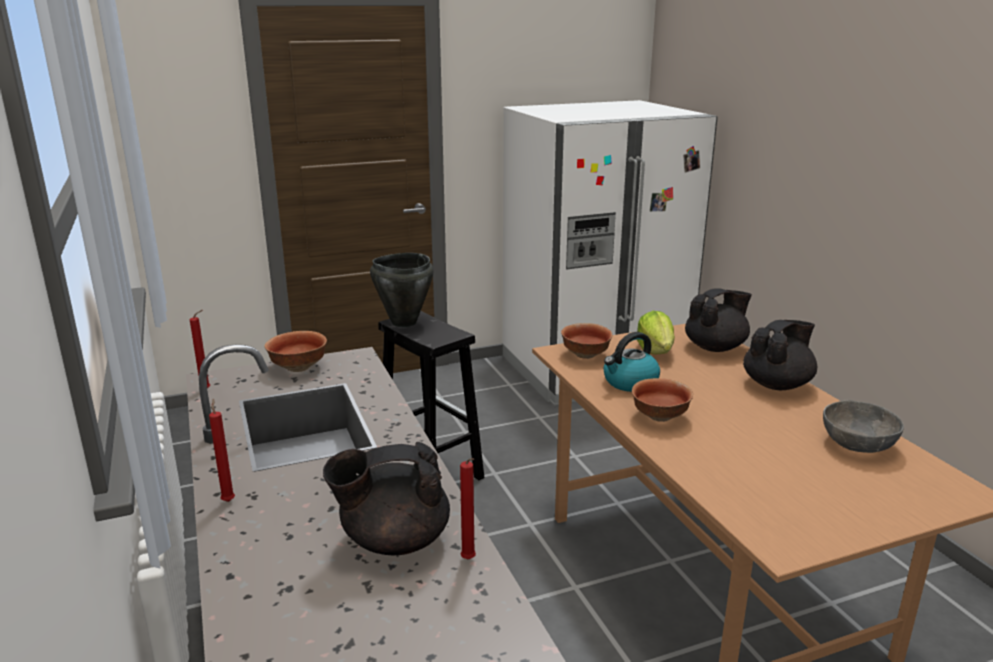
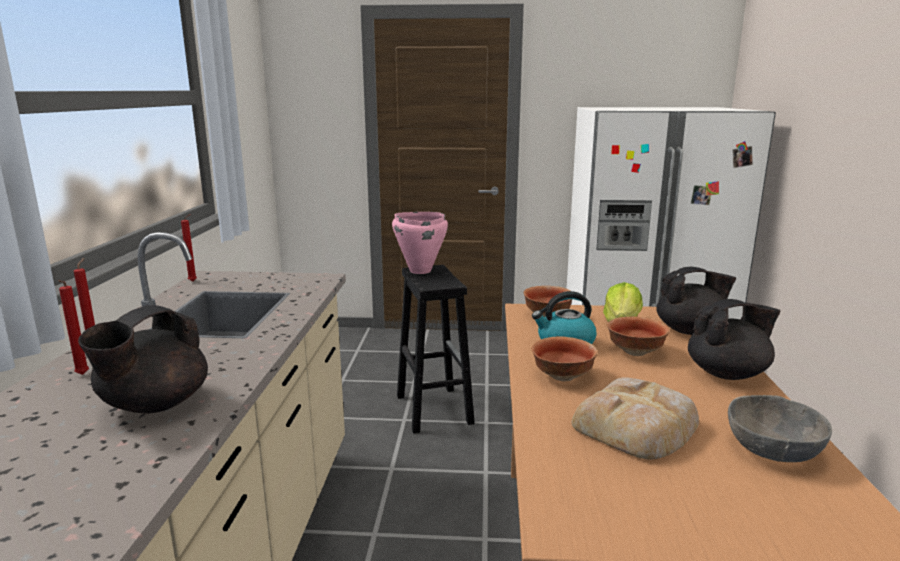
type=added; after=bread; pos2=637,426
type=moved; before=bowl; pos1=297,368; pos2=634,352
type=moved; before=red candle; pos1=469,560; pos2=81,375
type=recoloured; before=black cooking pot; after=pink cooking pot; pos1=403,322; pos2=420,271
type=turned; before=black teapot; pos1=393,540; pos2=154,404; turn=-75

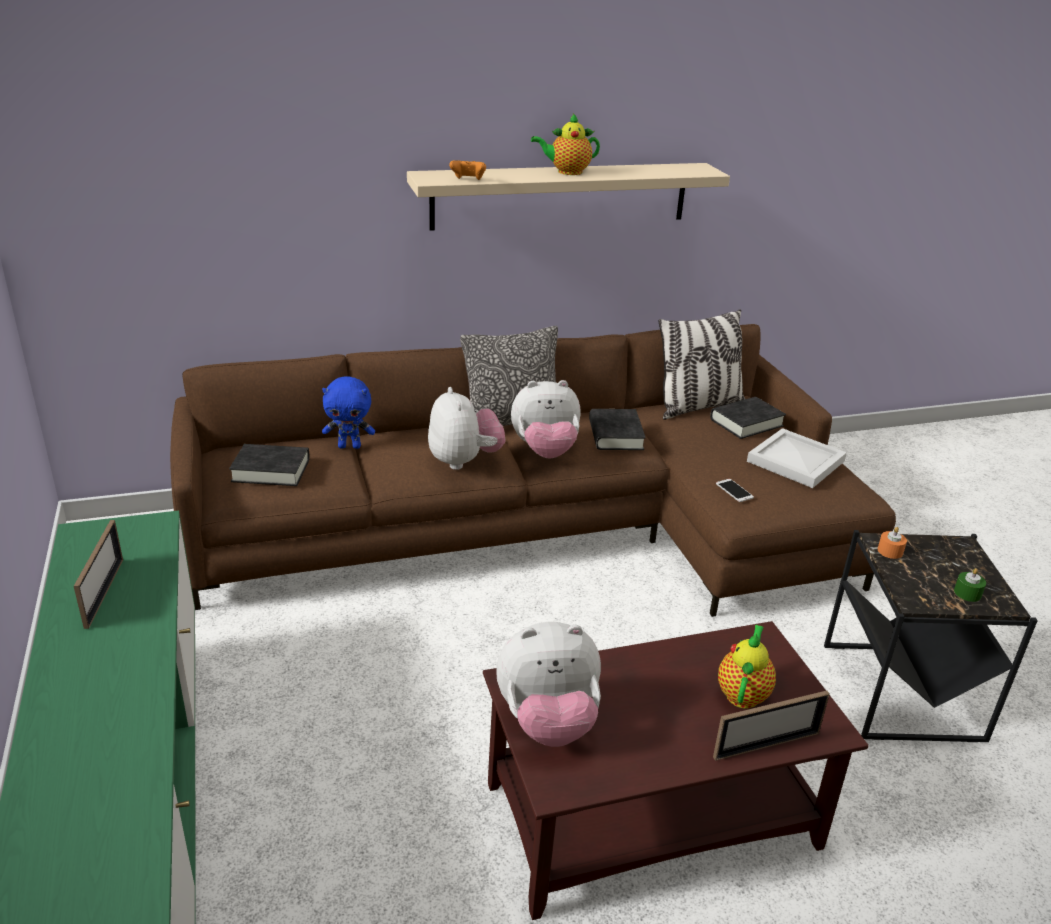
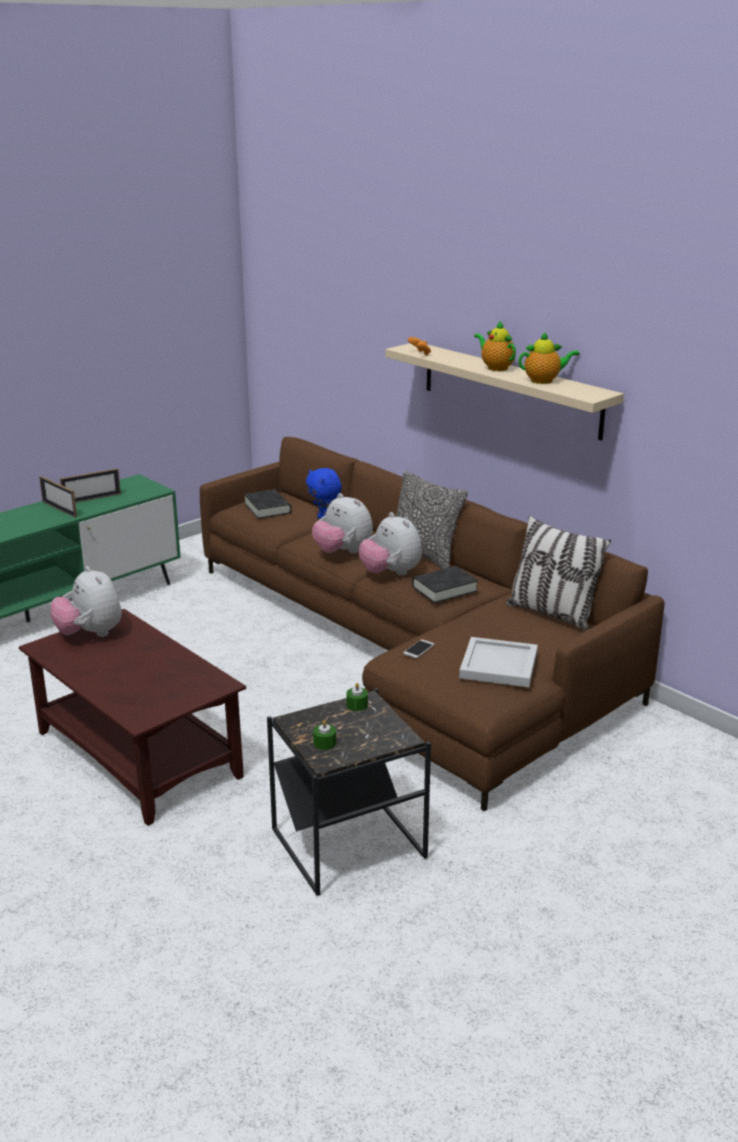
type=removed; before=black book; pos1=746,422
type=moved; before=picture frame; pos1=766,745; pos2=59,509
type=moved; before=teapot; pos1=743,693; pos2=544,381
type=recoloured; before=orange candle; after=green candle; pos1=890,551; pos2=357,705
type=turned; before=plush toy; pos1=464,461; pos2=343,552; turn=90

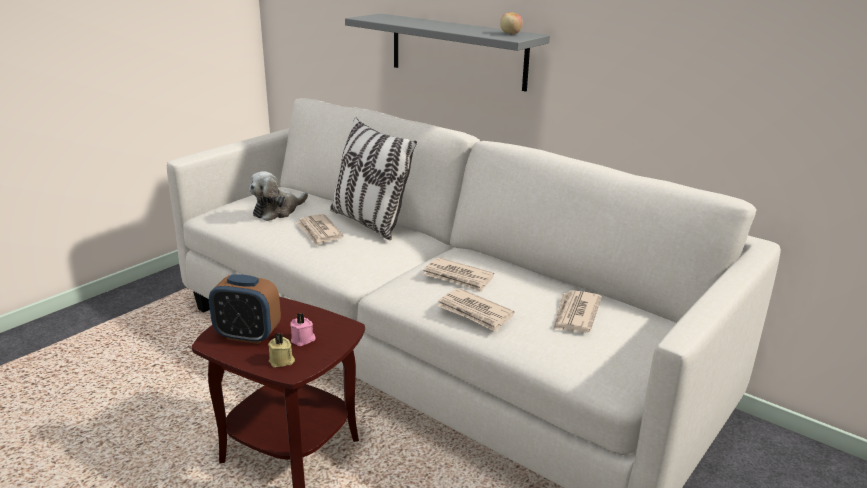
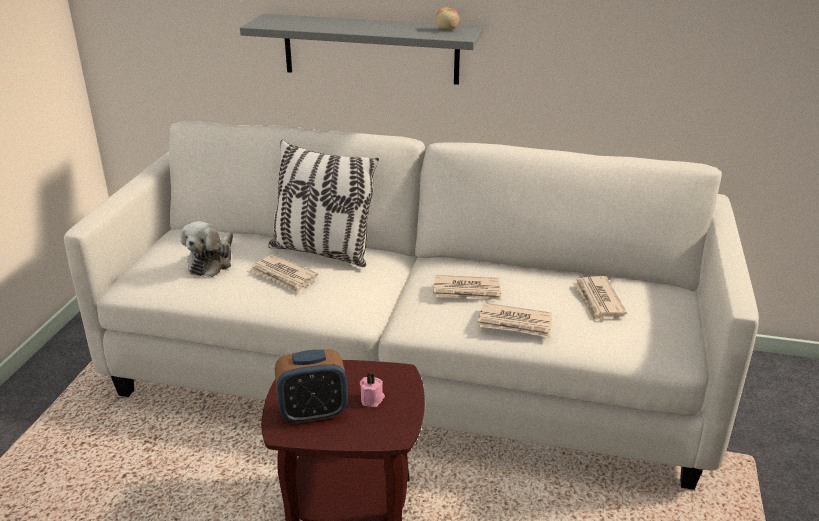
type=removed; before=beige candle; pos1=282,361

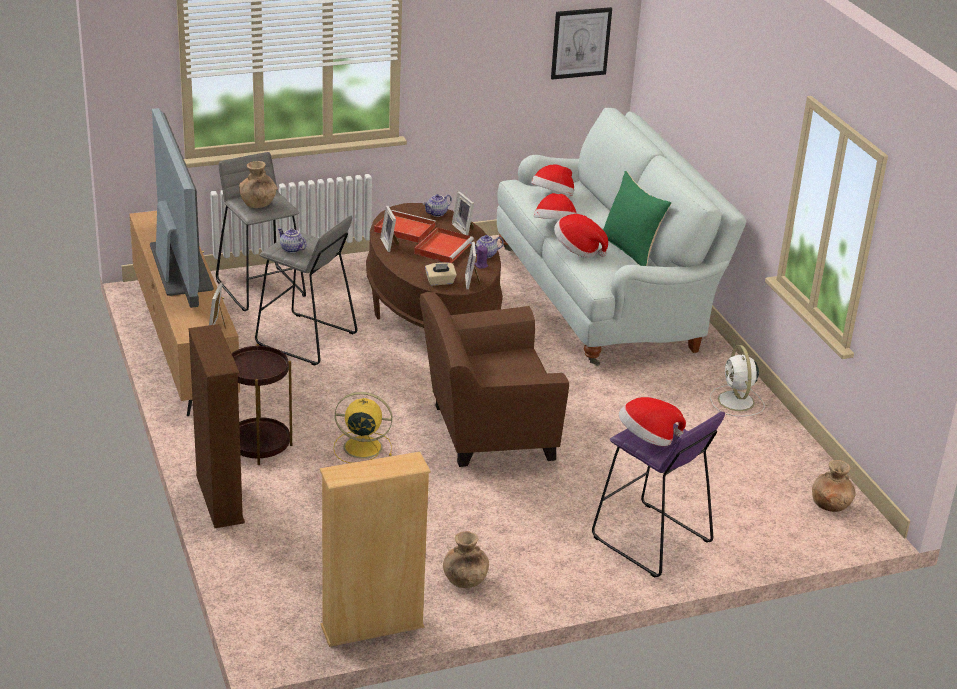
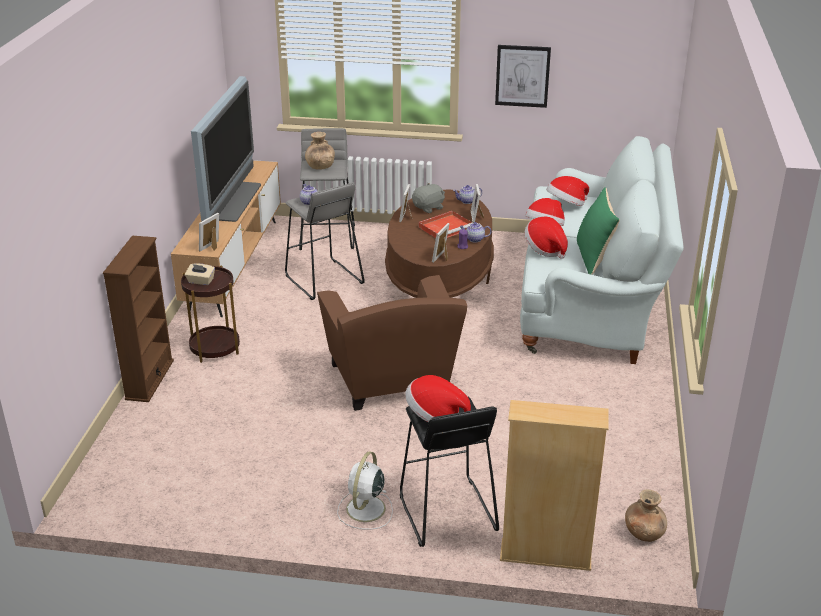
type=removed; before=yellow fan; pos1=361,447
type=removed; before=brown vase; pos1=465,580
type=moved; before=beige bookcase; pos1=372,627; pos2=545,555
type=moved; before=beige tissue box; pos1=440,282; pos2=200,281
type=moved; before=picture; pos1=580,43; pos2=522,76
type=moved; before=white fan; pos1=736,402; pos2=365,510
type=replaced; before=red tray; after=grey plush toy; pos1=403,229; pos2=429,208
type=recoloured; before=purple stool; after=black stool; pos1=651,540; pos2=446,513
type=turned; before=brown armchair; pos1=485,431; pos2=392,382; turn=-120

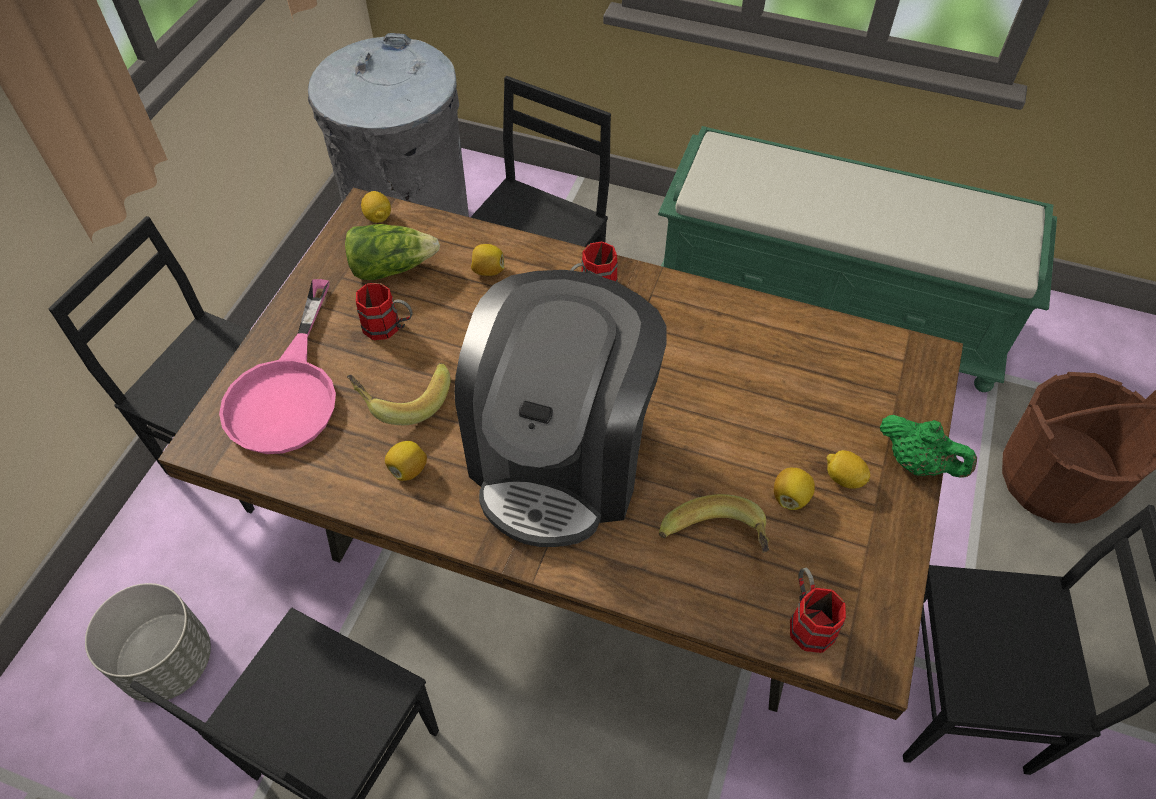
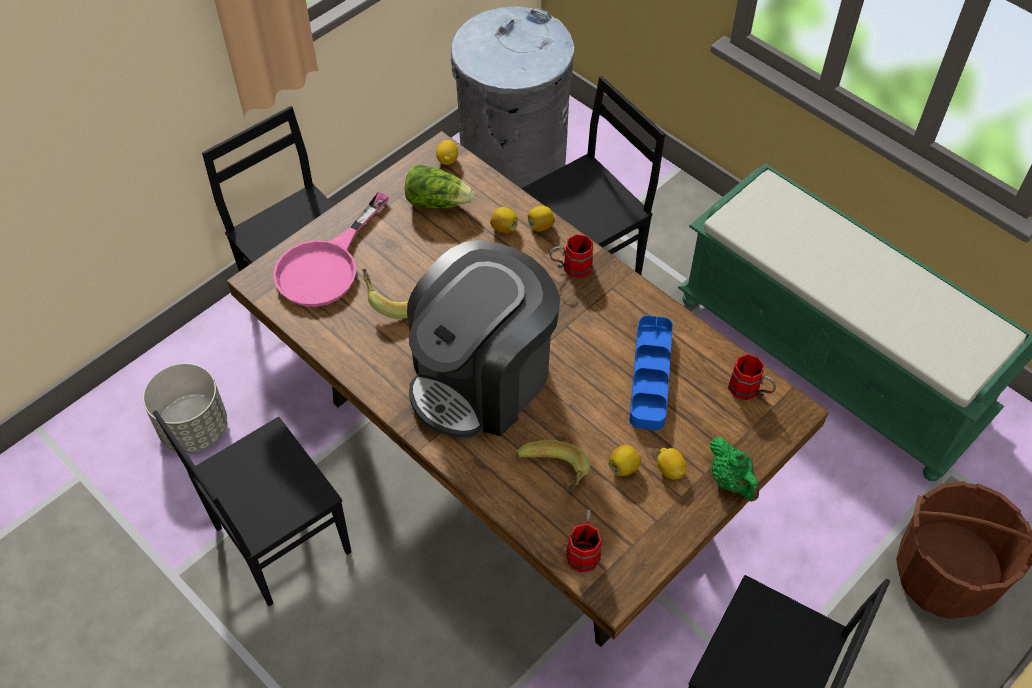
type=added; after=blue tray; pos2=650,376
type=moved; before=red mug; pos1=389,328; pos2=750,391
type=moved; before=lemon; pos1=408,469; pos2=540,226

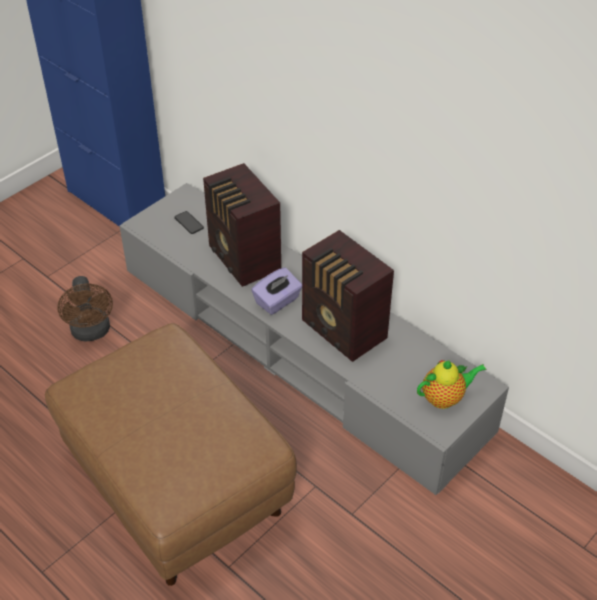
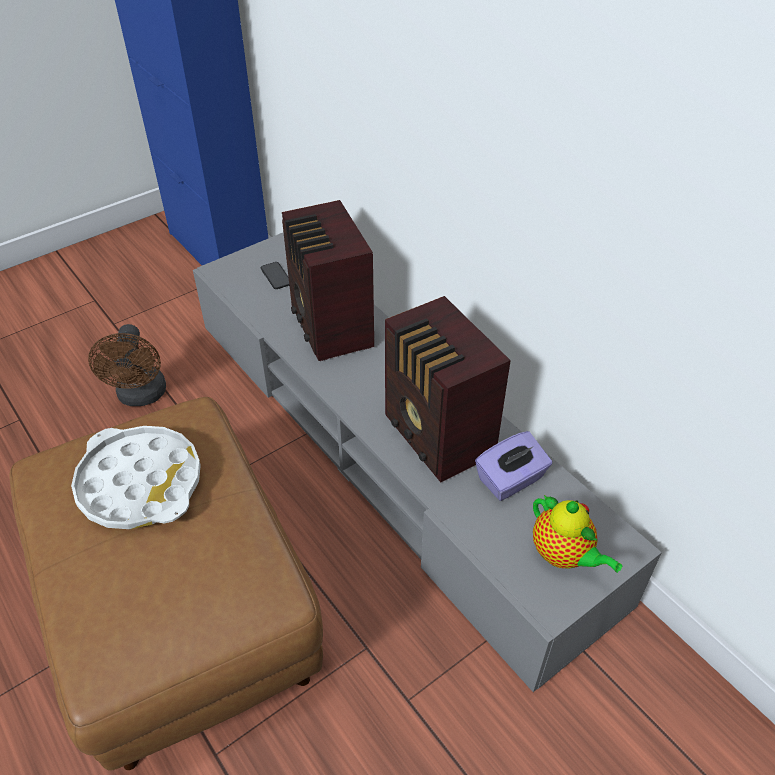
type=added; after=white tray; pos2=140,484
type=moved; before=purple tissue box; pos1=277,301; pos2=511,480
type=turned; before=teapot; pos1=445,398; pos2=563,555; turn=60

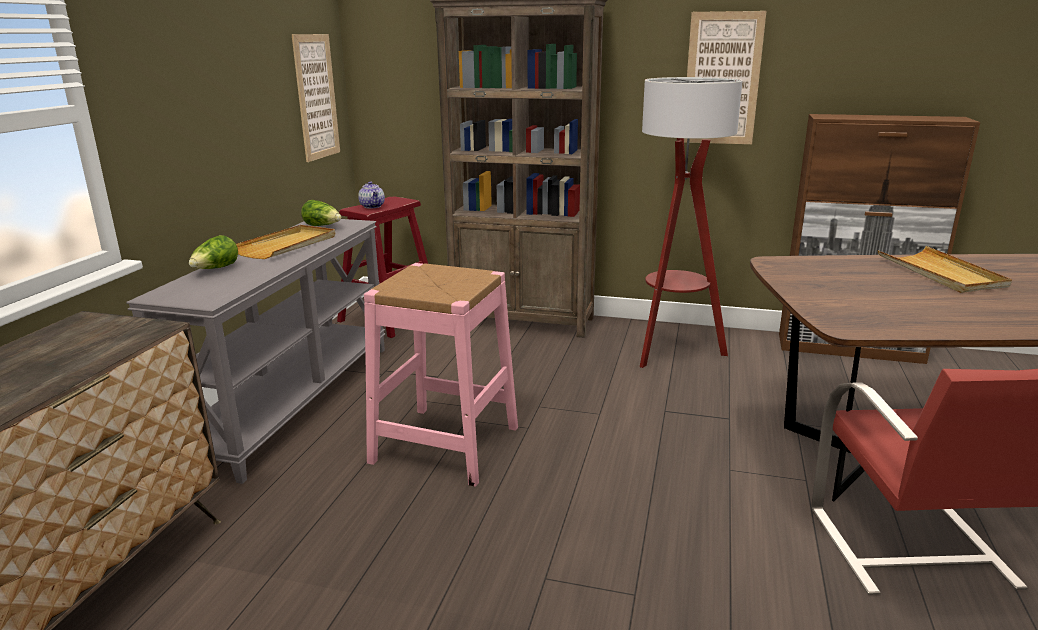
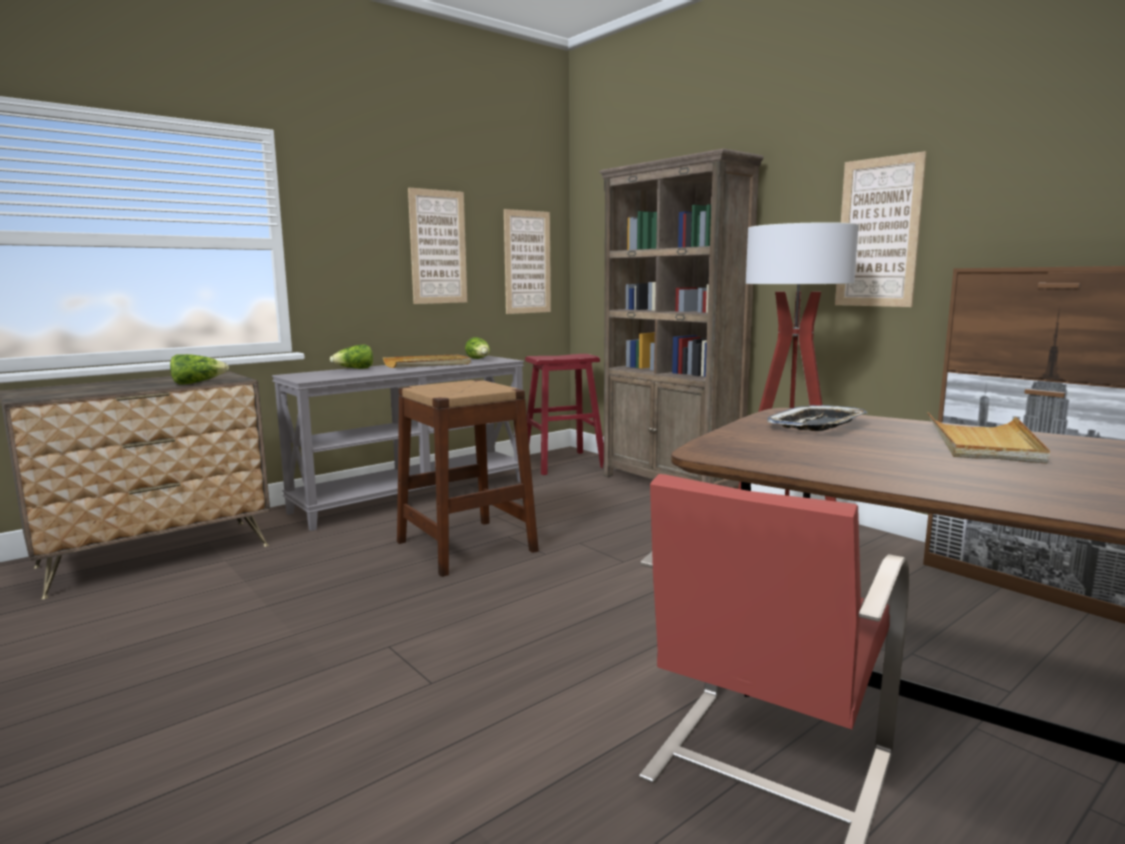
type=removed; before=teapot; pos1=372,206
type=added; after=lettuce; pos2=198,383
type=added; after=picture; pos2=438,247
type=added; after=tray; pos2=817,425
type=recoloured; before=pink stool; after=brown stool; pos1=445,444; pos2=466,546

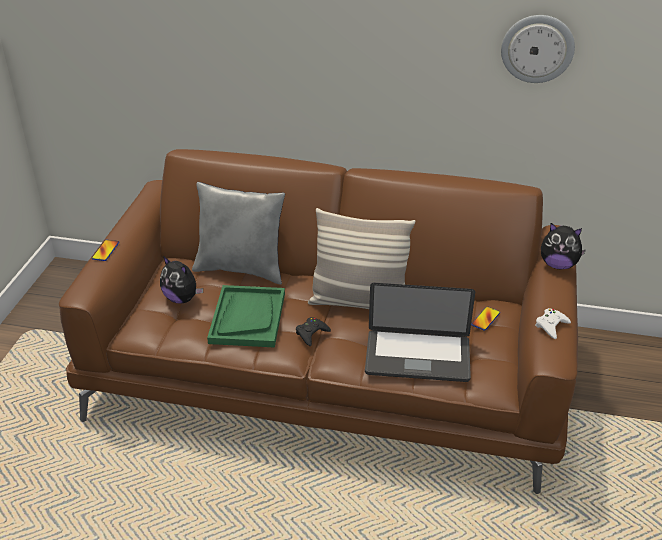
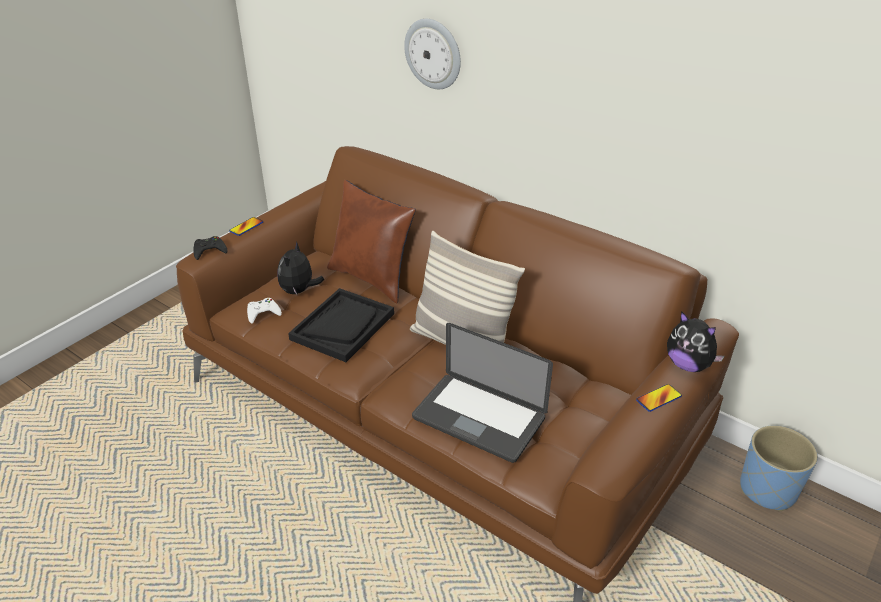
type=added; after=blue planter; pos2=768,489
type=moved; before=black game controller; pos1=311,333; pos2=209,251
type=moved; before=phone; pos1=485,319; pos2=658,398
type=moved; before=wall clock; pos1=537,48; pos2=433,54
type=moved; before=white game controller; pos1=551,326; pos2=263,313
type=recoloured; before=grey pillow; after=brown pillow; pos1=242,268; pos2=373,278
type=recoloured; before=green tray; after=black tray; pos1=247,318; pos2=342,326
type=turned; before=plush toy; pos1=182,298; pos2=299,291; turn=45

